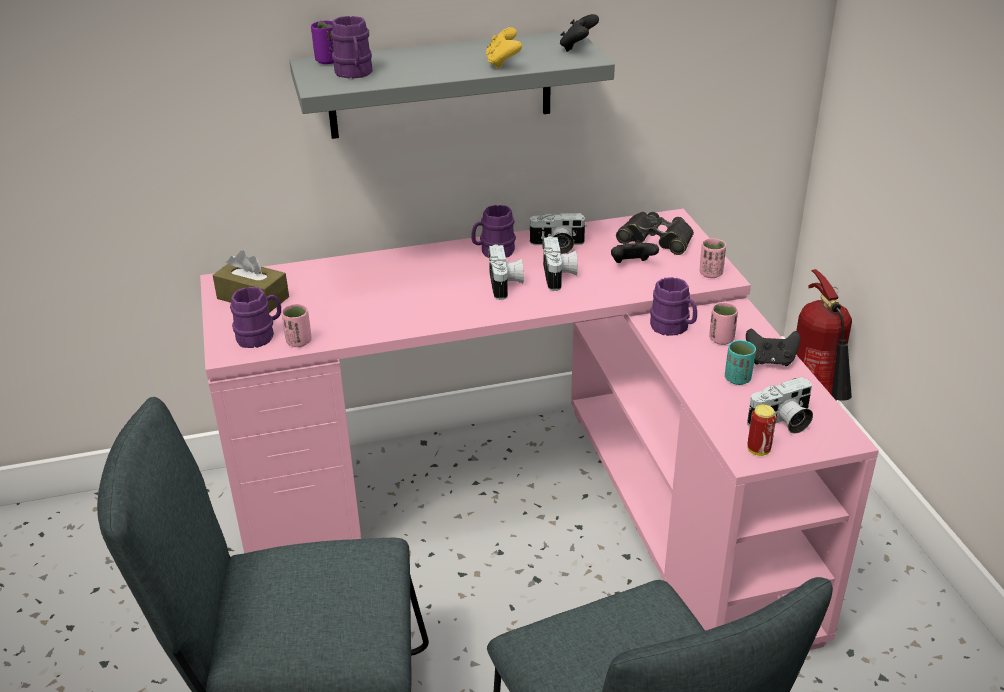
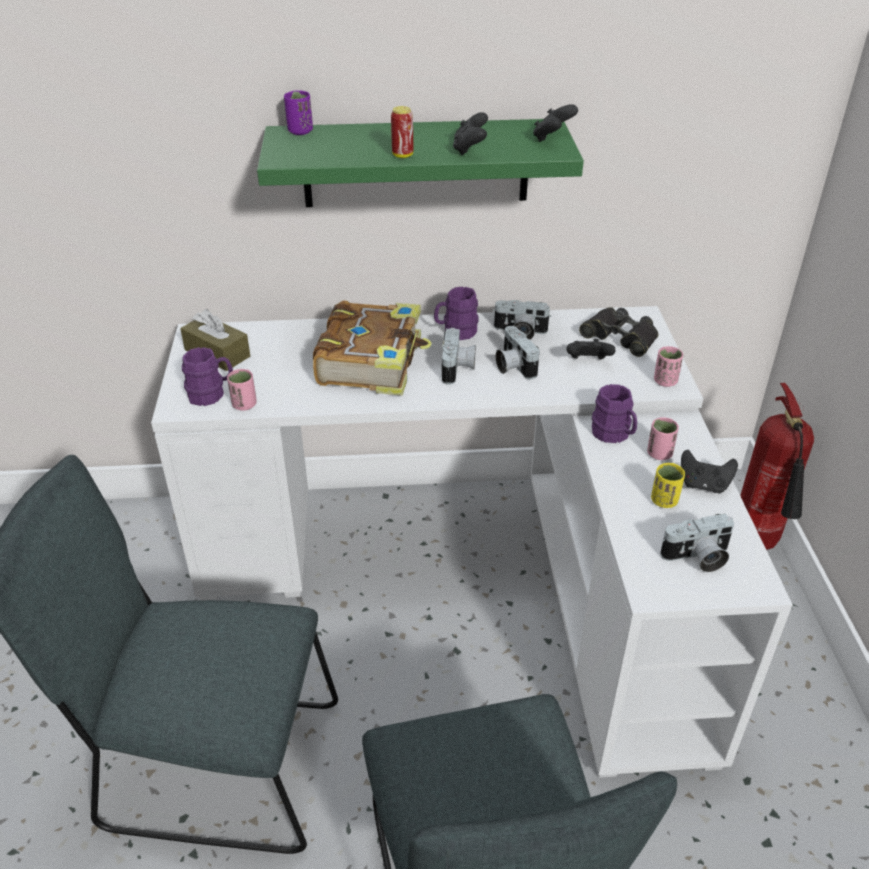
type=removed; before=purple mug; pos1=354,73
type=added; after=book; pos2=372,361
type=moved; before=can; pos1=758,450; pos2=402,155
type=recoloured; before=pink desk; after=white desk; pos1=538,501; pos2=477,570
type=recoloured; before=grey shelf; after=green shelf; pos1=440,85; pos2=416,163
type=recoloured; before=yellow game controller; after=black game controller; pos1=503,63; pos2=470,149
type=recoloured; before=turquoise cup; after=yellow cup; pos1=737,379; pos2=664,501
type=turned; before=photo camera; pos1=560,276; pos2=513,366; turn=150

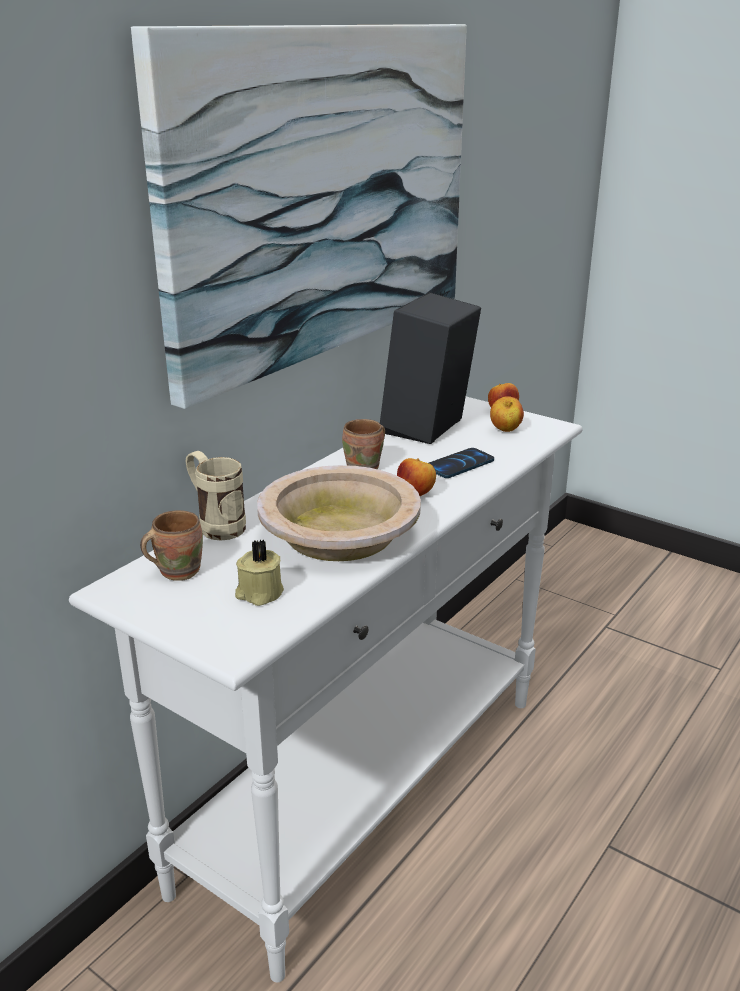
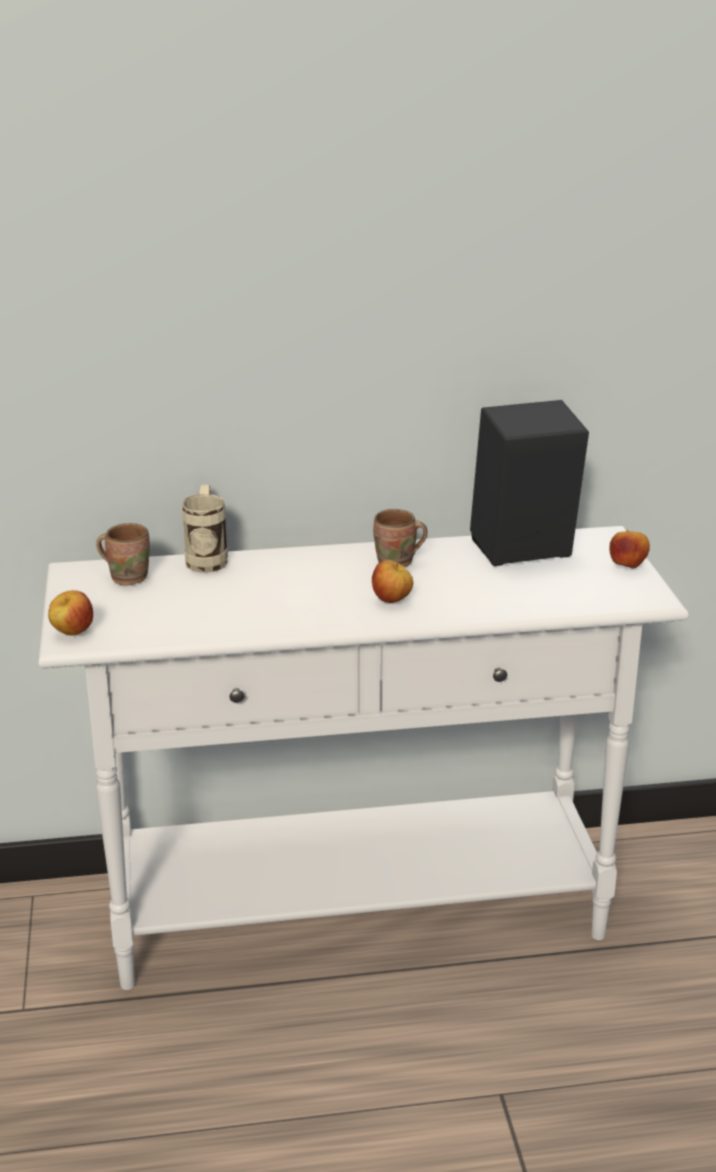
type=removed; before=picture; pos1=325,195
type=removed; before=beige candle; pos1=259,593
type=removed; before=beige bowl; pos1=339,533
type=removed; before=phone; pos1=459,464
type=moved; before=apple; pos1=505,430; pos2=72,633

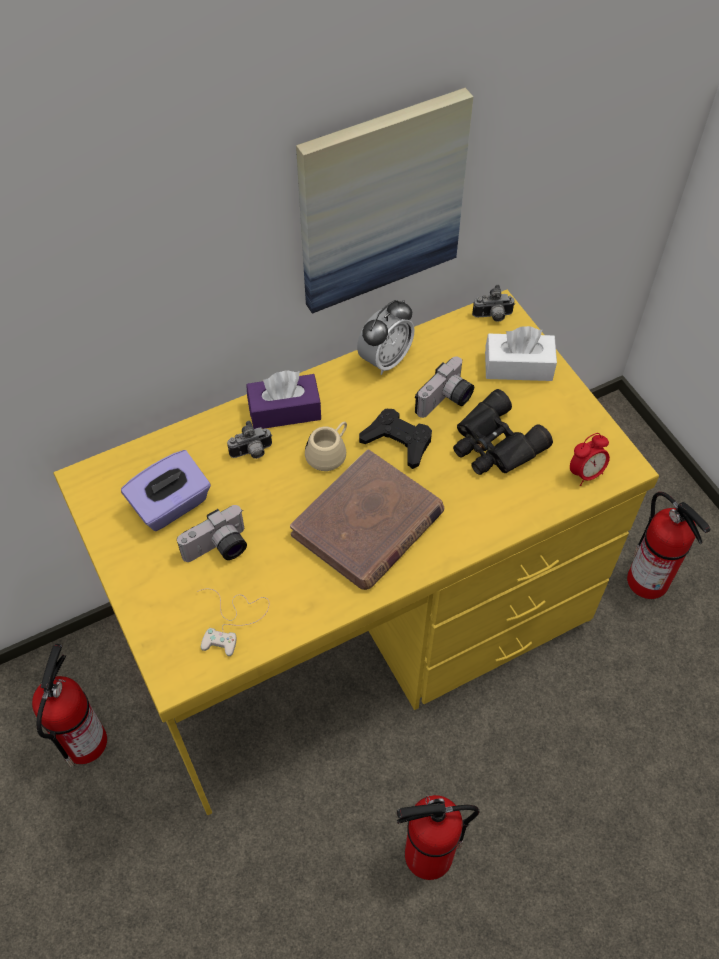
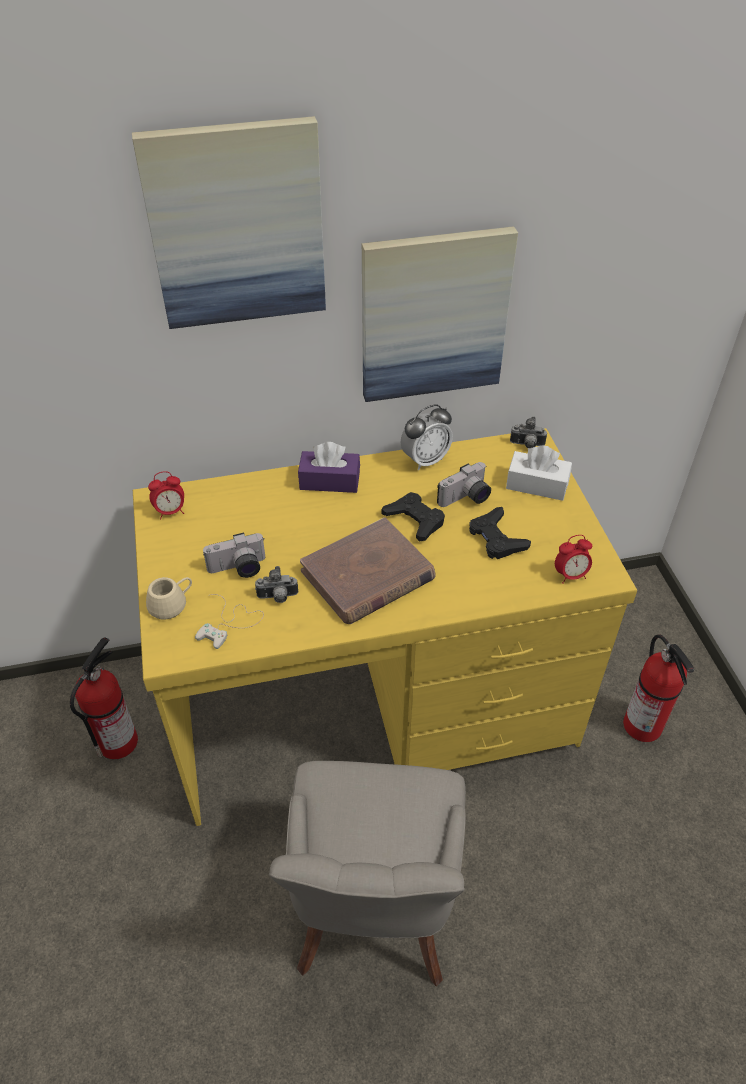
type=removed; before=purple tissue box; pos1=171,505
type=added; after=picture; pos2=236,226
type=added; after=alarm clock; pos2=170,512
type=moved; before=photo camera; pos1=252,453; pos2=277,597
type=moved; before=beige mug; pos1=329,452; pos2=172,603
type=replaced; before=fire extinguisher; after=grey chair; pos1=427,856; pos2=373,911
type=replaced; before=black binoculars; after=black game controller; pos1=494,445; pos2=496,538

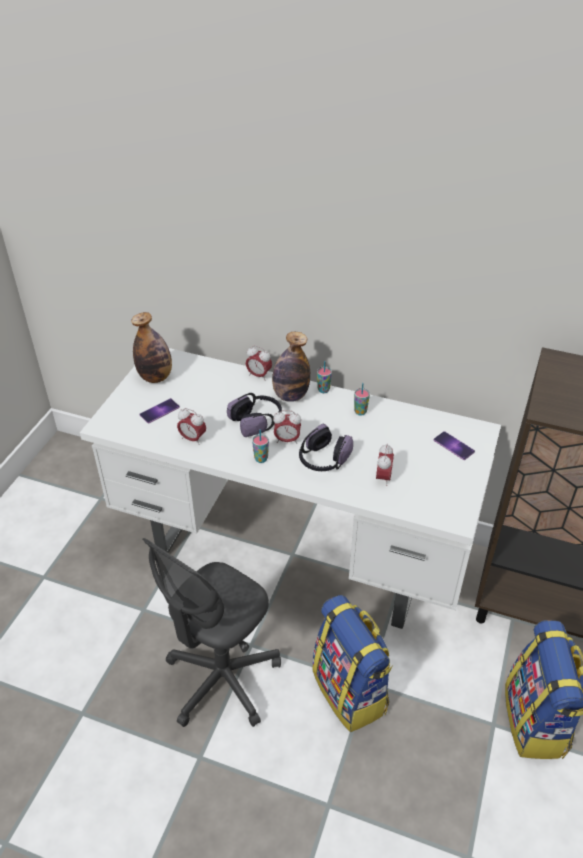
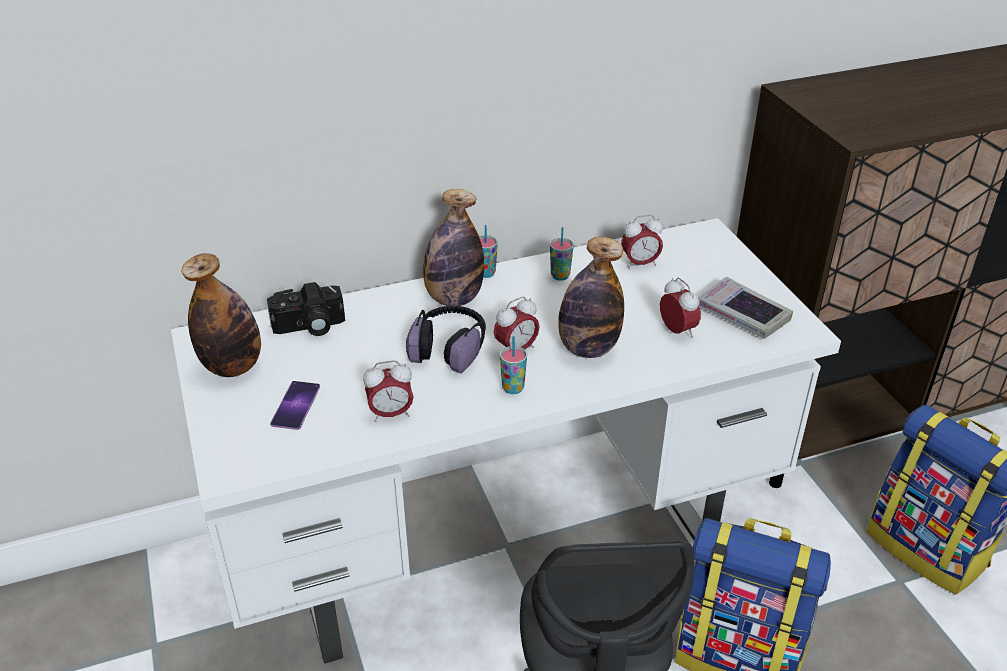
type=removed; before=phone; pos1=453,446
type=added; after=photo camera; pos2=309,327
type=added; after=book; pos2=743,314
type=moved; before=alarm clock; pos1=259,375; pos2=640,264
type=replaced; before=headphones; after=bottle; pos1=323,460; pos2=588,348

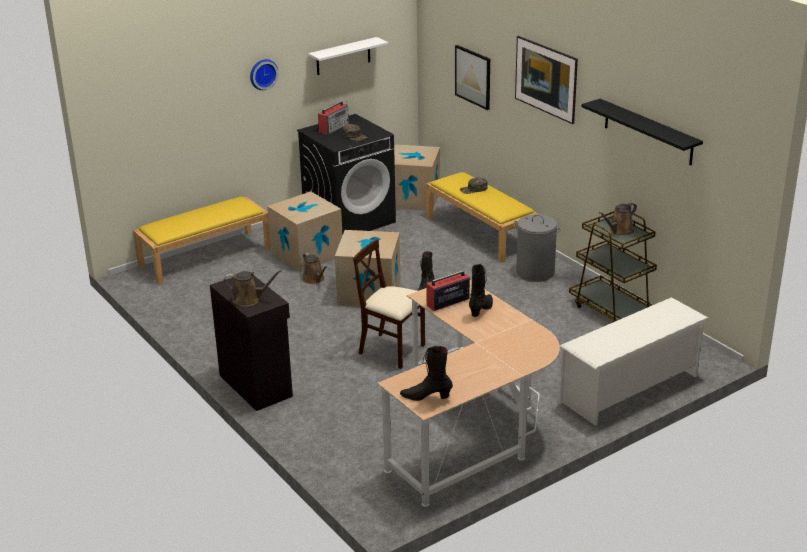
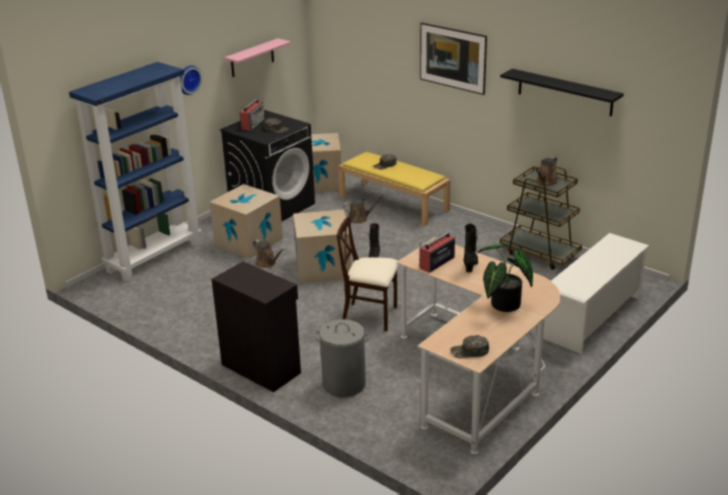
type=removed; before=picture; pos1=473,77
type=added; after=potted plant; pos2=502,305
type=moved; before=brown watering can; pos1=249,299; pos2=360,218
type=moved; before=grey laundry basket; pos1=535,272; pos2=343,384
type=replaced; before=yellow bench; after=blue bookcase; pos1=206,256; pos2=154,256
type=replaced; before=black boot; after=green cap; pos1=426,397; pos2=469,351
type=recoloured; before=white shelf; after=pink shelf; pos1=343,56; pos2=252,58

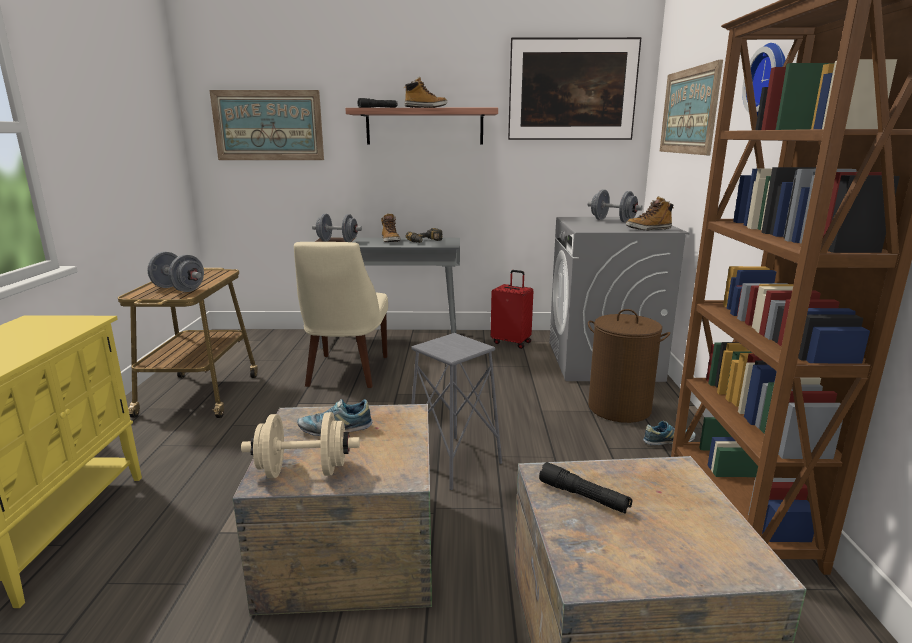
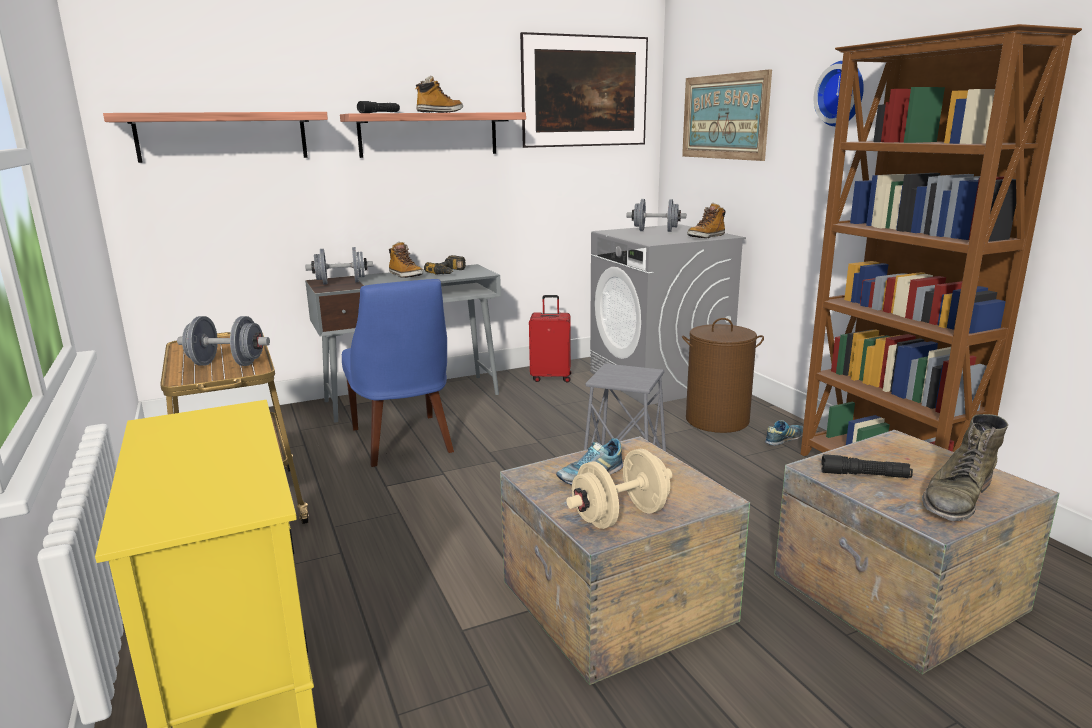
type=added; after=green boot; pos2=957,498
type=replaced; before=picture; after=shelf; pos1=268,125; pos2=223,136
type=recoloured; before=beige chair; after=blue chair; pos1=346,372; pos2=403,442

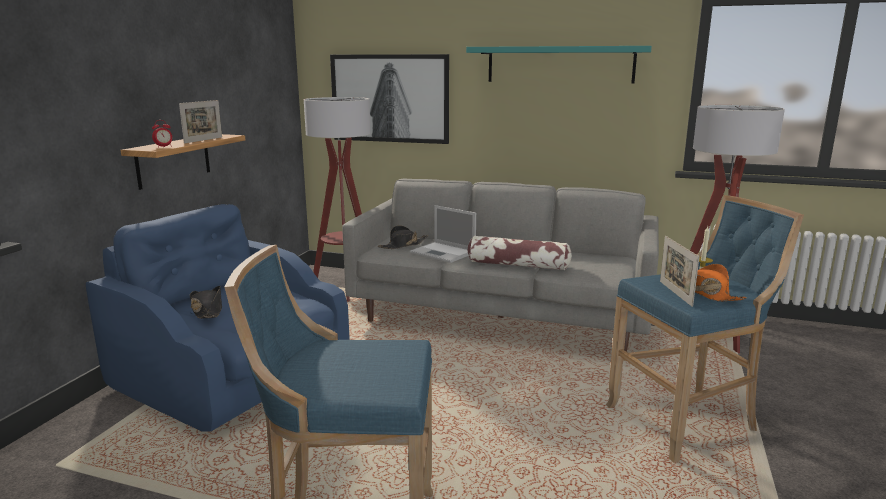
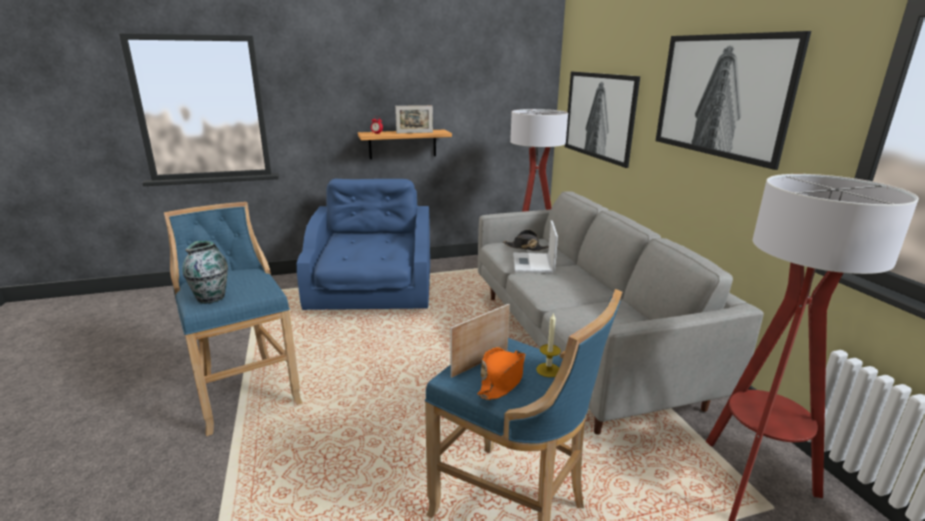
type=removed; before=black hat; pos1=207,310
type=removed; before=pillow; pos1=517,265
type=added; after=vase; pos2=211,297
type=replaced; before=turquoise shelf; after=picture; pos1=560,64; pos2=722,96

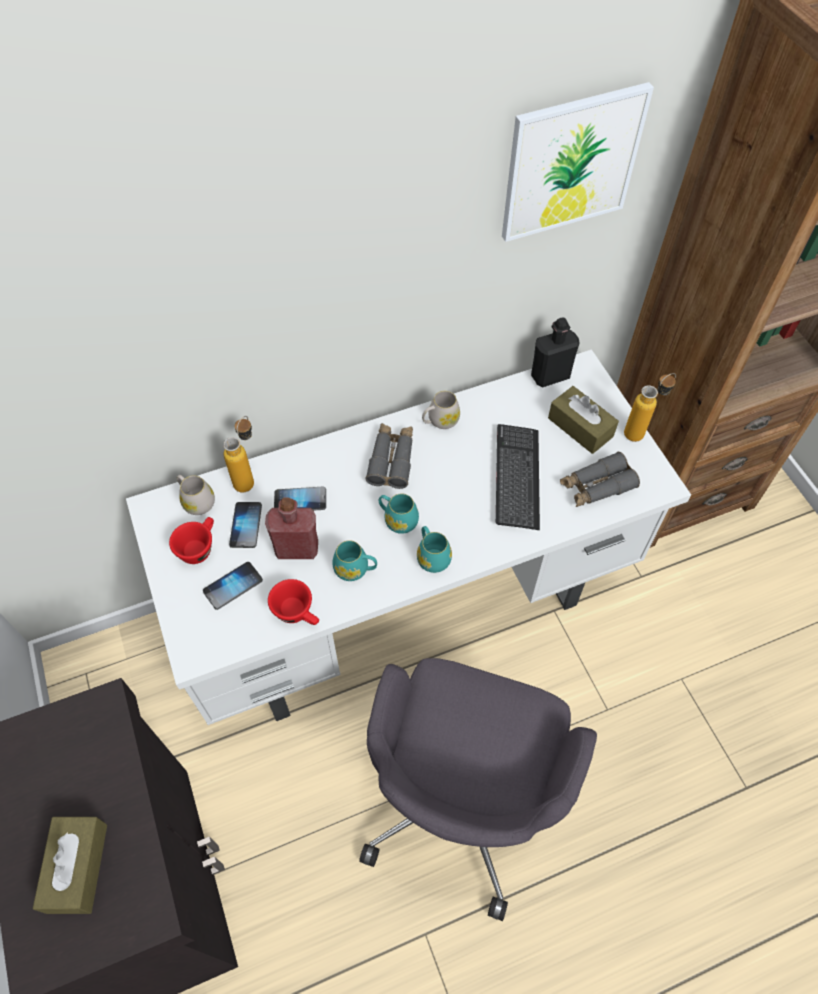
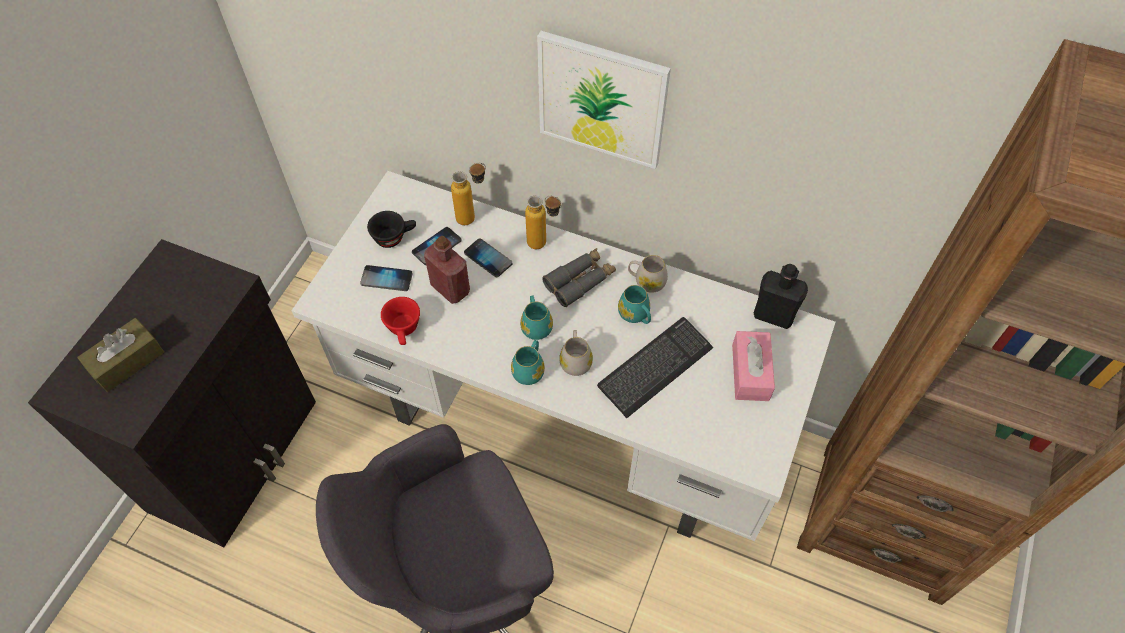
type=removed; before=grey binoculars; pos1=596,486
type=moved; before=white mug; pos1=196,501; pos2=575,360
type=moved; before=turquoise mug; pos1=355,569; pos2=636,315
type=moved; before=picture; pos1=571,163; pos2=602,99
type=moved; before=bottle; pos1=640,431; pos2=544,244
type=recoloured; before=red cup; after=black cup; pos1=199,547; pos2=394,237
type=recoloured; before=brown tissue box; after=pink tissue box; pos1=580,427; pos2=750,372

